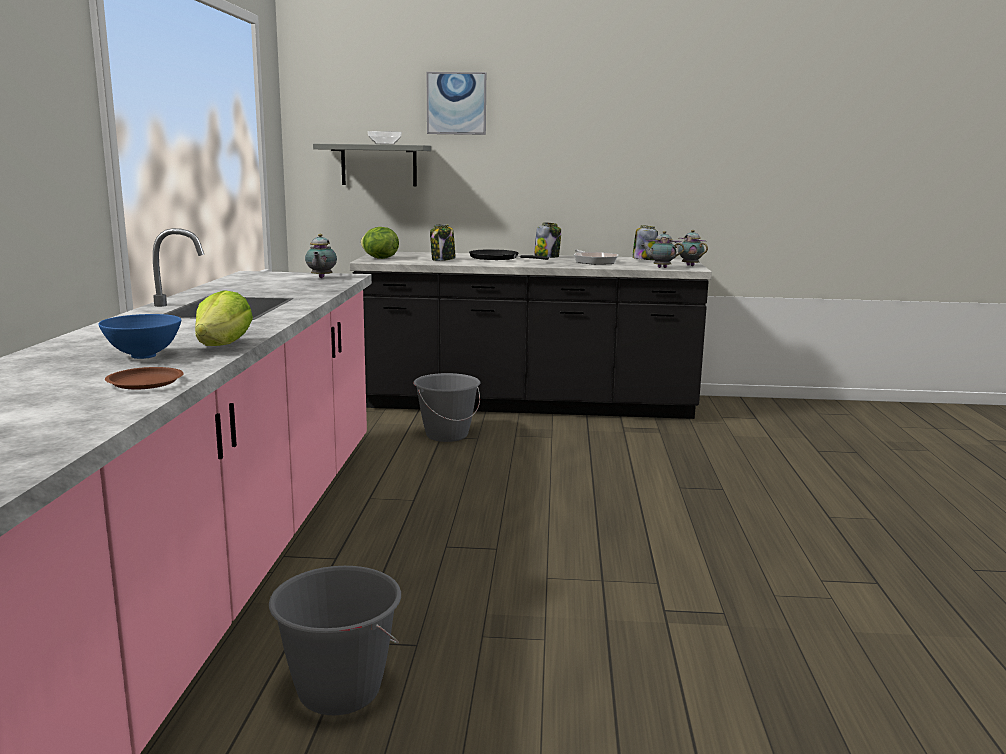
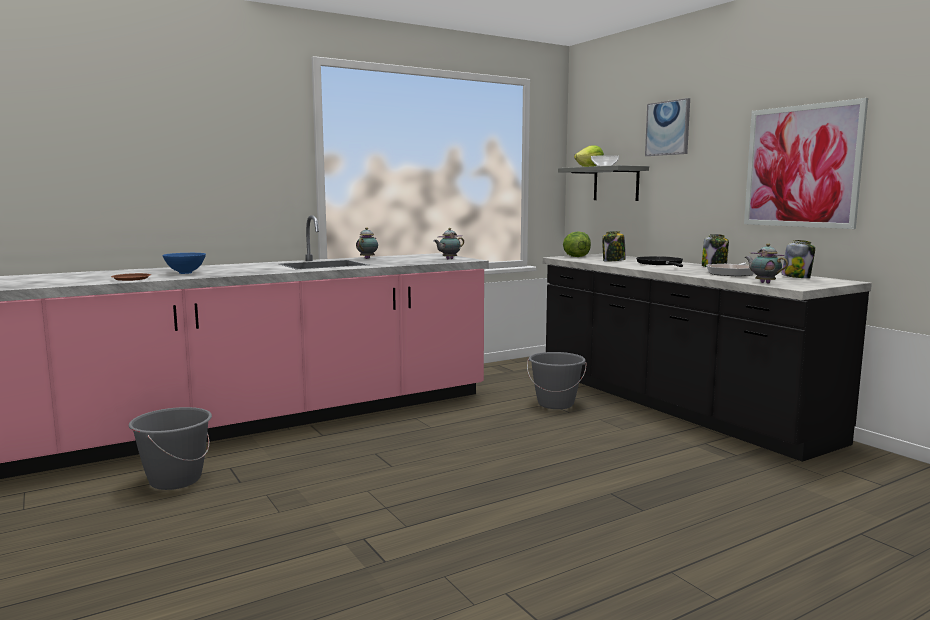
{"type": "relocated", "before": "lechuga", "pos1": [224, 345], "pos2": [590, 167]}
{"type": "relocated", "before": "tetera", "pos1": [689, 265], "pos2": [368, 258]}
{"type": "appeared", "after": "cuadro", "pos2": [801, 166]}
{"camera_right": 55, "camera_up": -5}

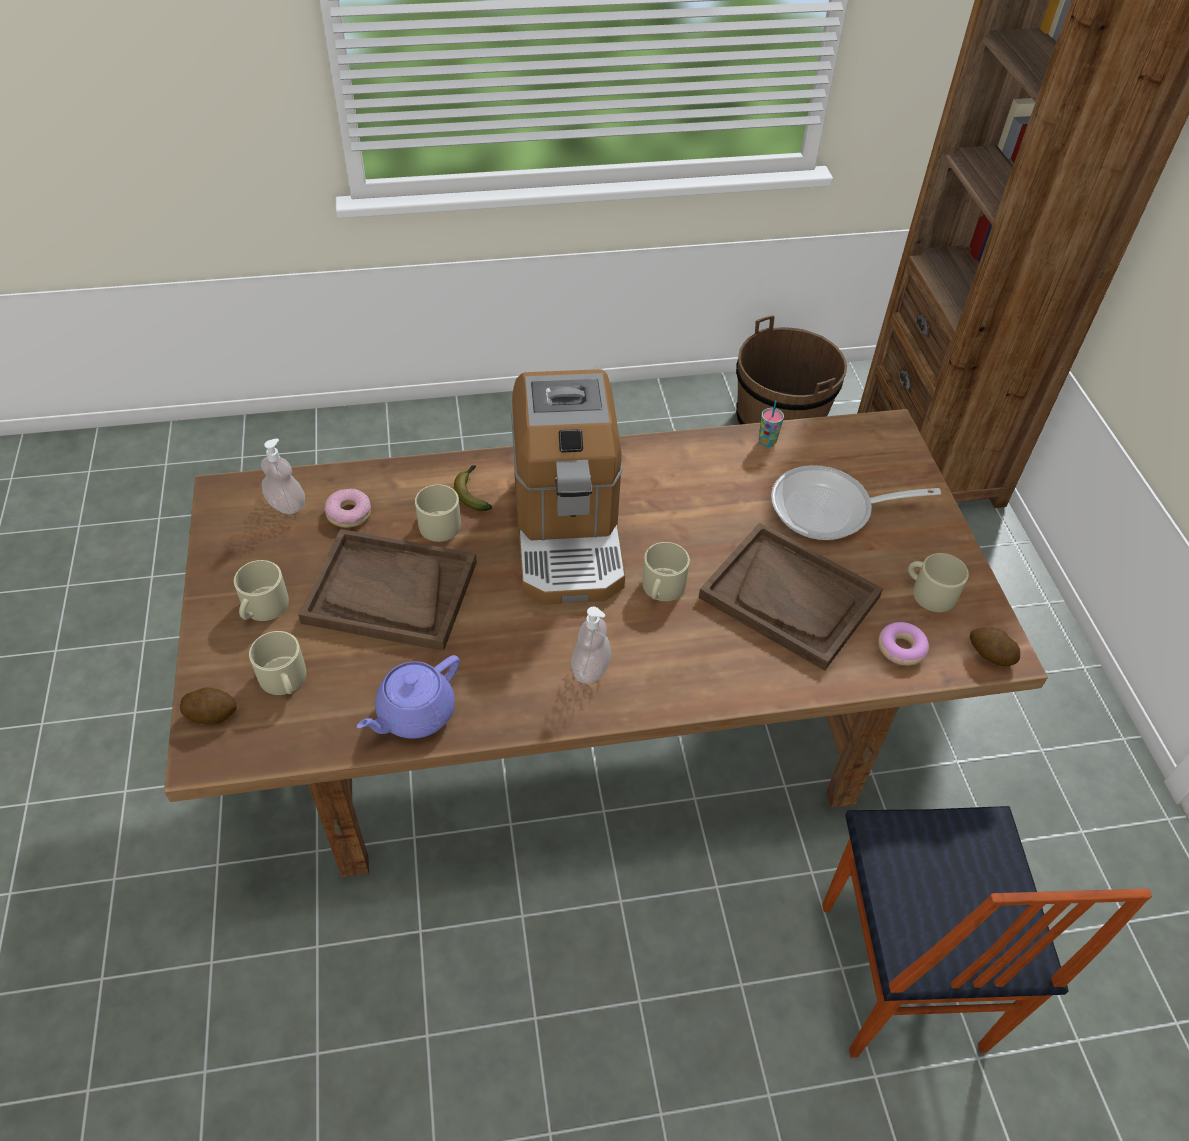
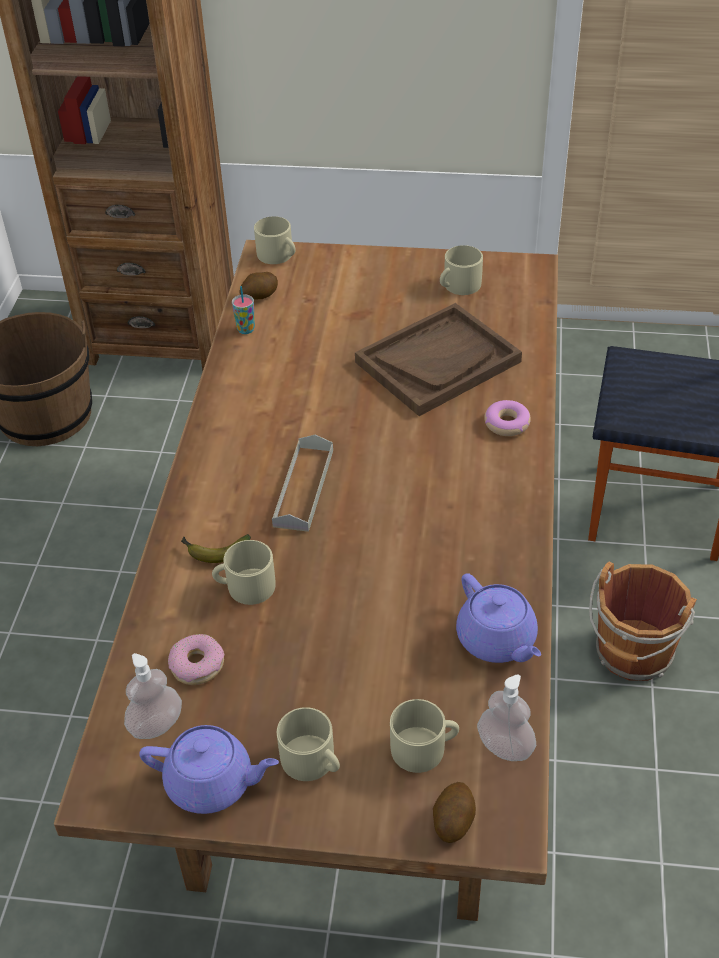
{"type": "missing", "before": "bandeja/marrón", "pos1": [390, 592]}
{"type": "exchanged", "before": "cafetera", "after": "bandeja/gris", "pos1": [567, 532], "pos2": [303, 487]}
{"type": "relocated", "before": "dispensador de jabón", "pos1": [590, 669], "pos2": [505, 747]}
{"type": "relocated", "before": "taza grande/beis", "pos1": [661, 588], "pos2": [278, 255]}
{"type": "missing", "before": "sartén", "pos1": [830, 510]}
{"type": "relocated", "before": "rosquilla", "pos1": [901, 648], "pos2": [507, 423]}
{"type": "relocated", "before": "patata", "pos1": [989, 655], "pos2": [259, 296]}
{"type": "appeared", "after": "tetera/morado", "pos2": [212, 783]}
{"type": "appeared", "after": "cubo/marrón", "pos2": [633, 654]}
{"camera_right": -70, "camera_up": -5}

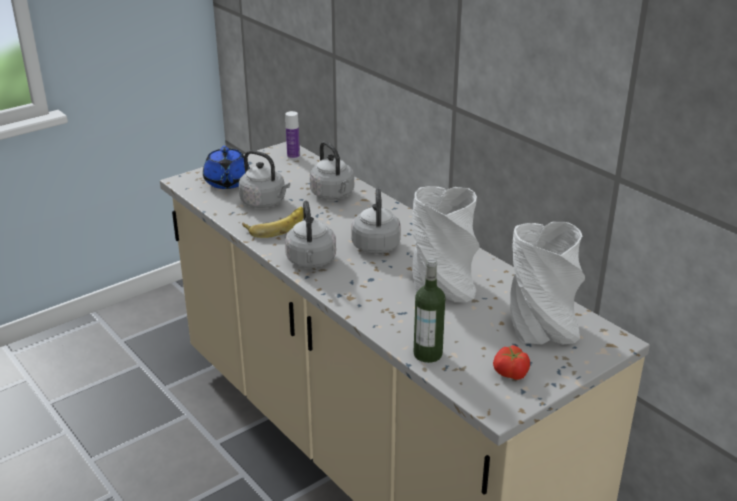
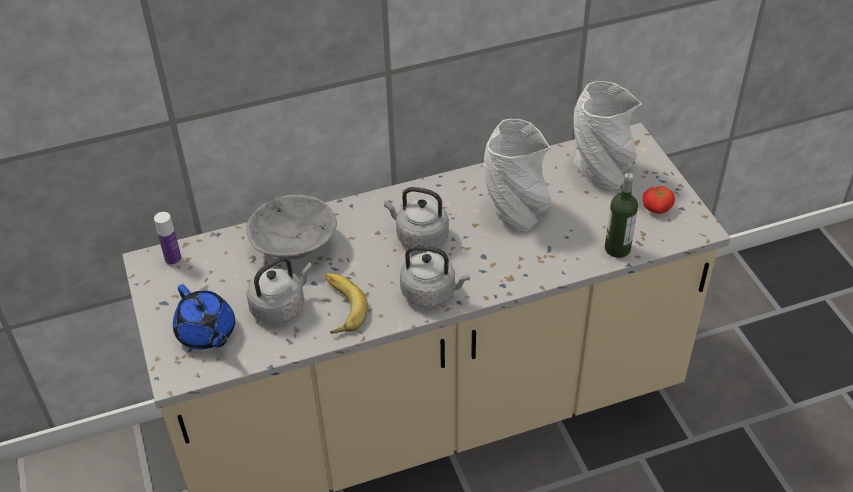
{"type": "spun", "before": "tetera/azul", "pos1": [227, 182], "pos2": [207, 333], "turn": 45}
{"type": "exchanged", "before": "hervidor/gris", "after": "cuenco/gris", "pos1": [333, 195], "pos2": [295, 245]}
{"camera_right": -70, "camera_up": 15}

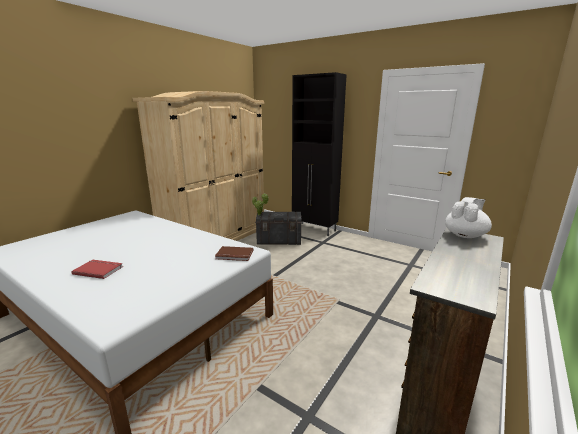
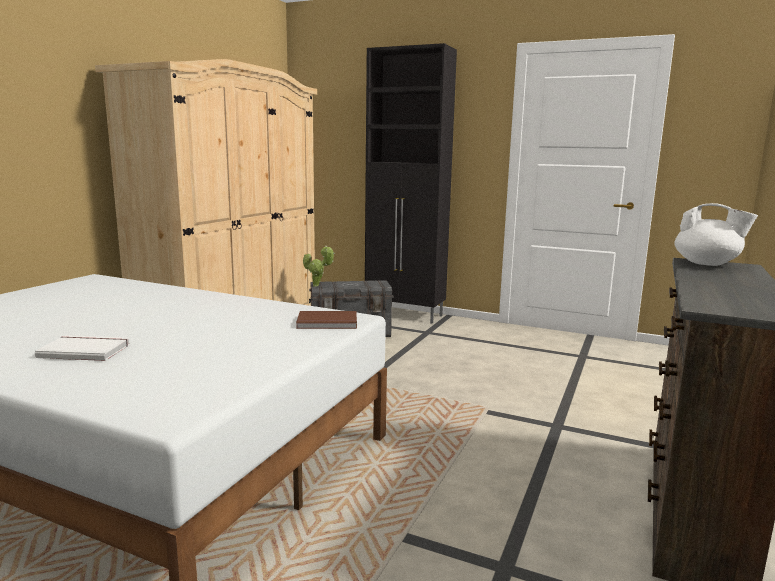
{"type": "colour", "before": "libro/rojo", "after": "libro/blanco", "pos1": [99, 270], "pos2": [85, 350]}
{"type": "spun", "before": "tetera/blanco", "pos1": [465, 235], "pos2": [707, 264], "turn": 90}
{"camera_right": -10, "camera_up": -5}

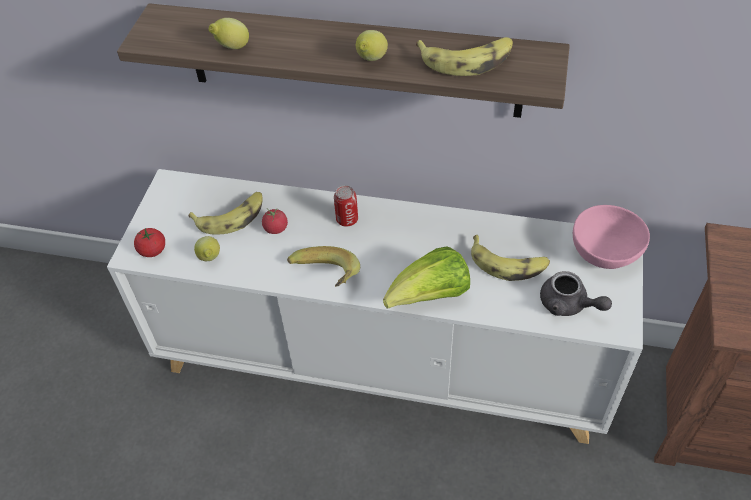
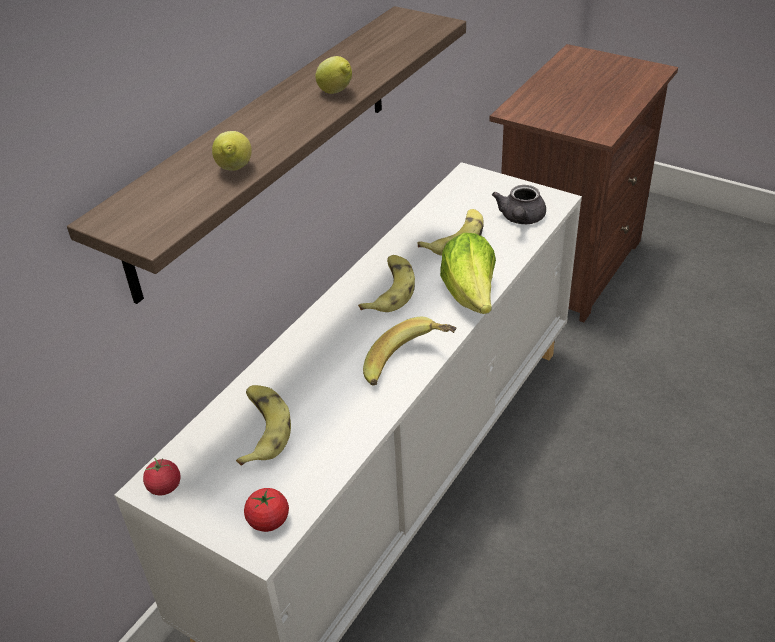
{"type": "missing", "before": "limón", "pos1": [210, 258]}
{"type": "relocated", "before": "tomate", "pos1": [276, 228], "pos2": [164, 487]}
{"type": "missing", "before": "lata", "pos1": [347, 219]}
{"type": "relocated", "before": "plátano", "pos1": [467, 60], "pos2": [390, 290]}
{"type": "spun", "before": "tetera/gris", "pos1": [568, 305], "pos2": [520, 219], "turn": 135}
{"type": "missing", "before": "cuenco/rosa", "pos1": [606, 254]}
{"camera_right": -70, "camera_up": -10}

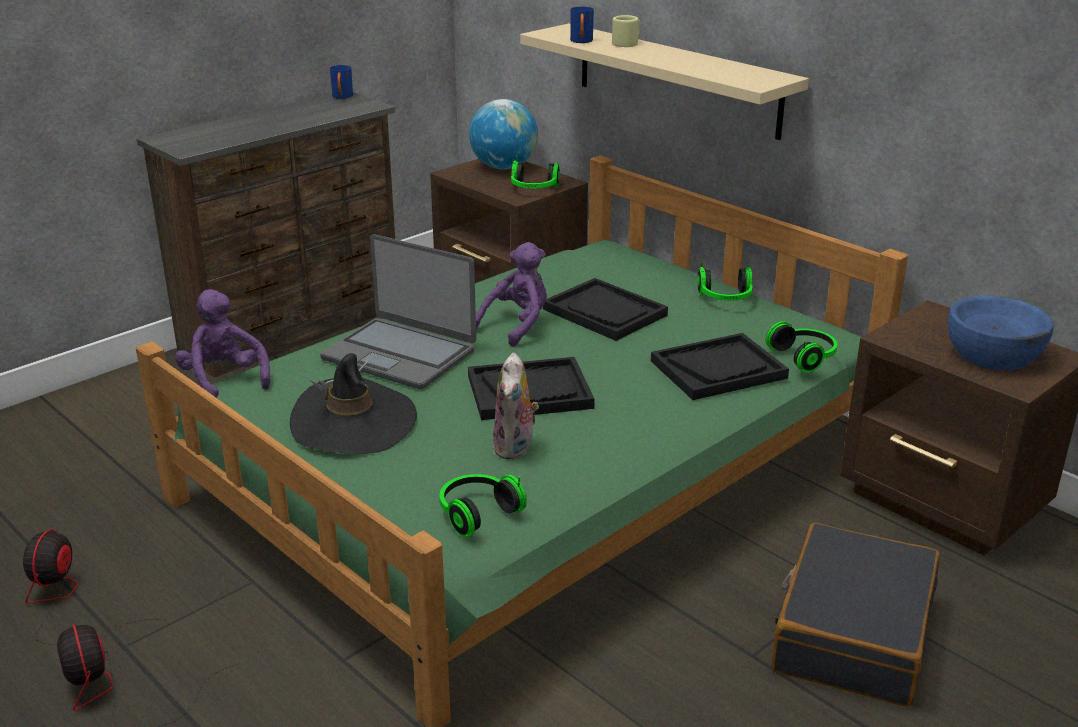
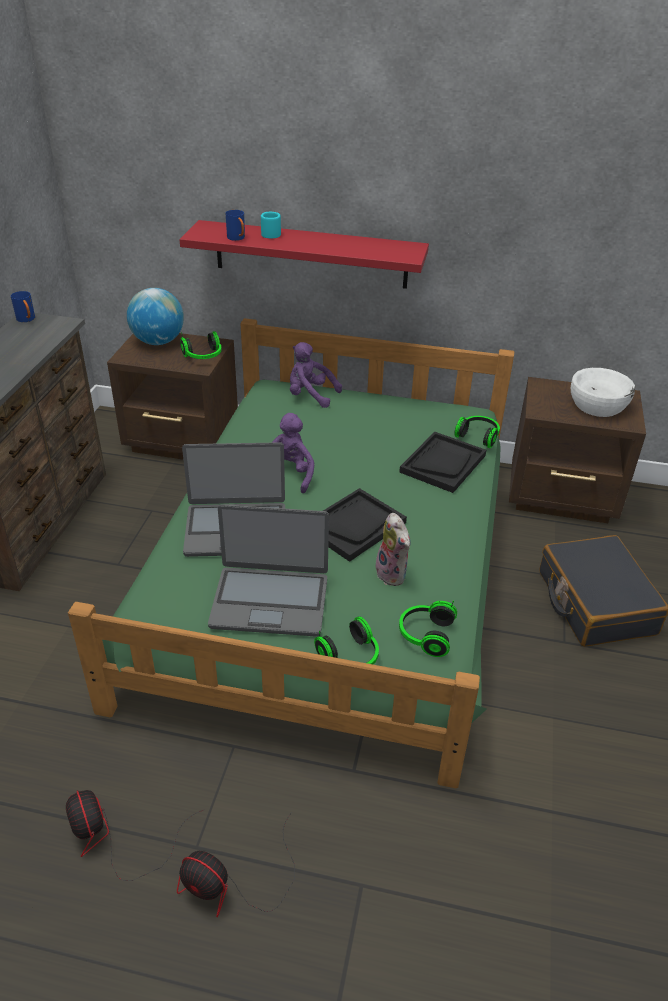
{"type": "relocated", "before": "peluche/morado", "pos1": [224, 380], "pos2": [310, 395]}
{"type": "exchanged", "before": "sombrero/negro", "after": "portátil", "pos1": [353, 423], "pos2": [270, 601]}
{"type": "colour", "before": "estante/beis", "after": "estante/rojo", "pos1": [676, 80], "pos2": [311, 254]}
{"type": "missing", "before": "bandeja/negro", "pos1": [605, 312]}
{"type": "colour", "before": "taza grande/beis", "after": "taza grande/turquesa", "pos1": [627, 43], "pos2": [271, 233]}
{"type": "relocated", "before": "auriculares", "pos1": [725, 299], "pos2": [350, 658]}
{"type": "colour", "before": "cuenco/azul", "after": "cuenco/blanco", "pos1": [993, 353], "pos2": [597, 405]}
{"camera_right": -35, "camera_up": 10}

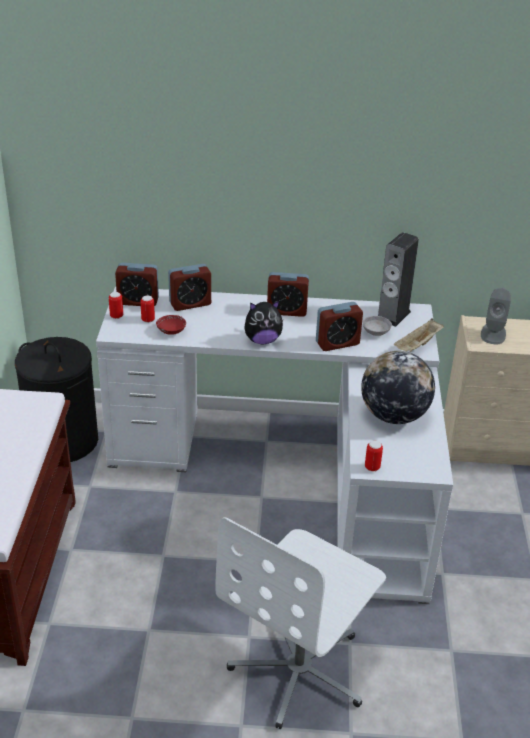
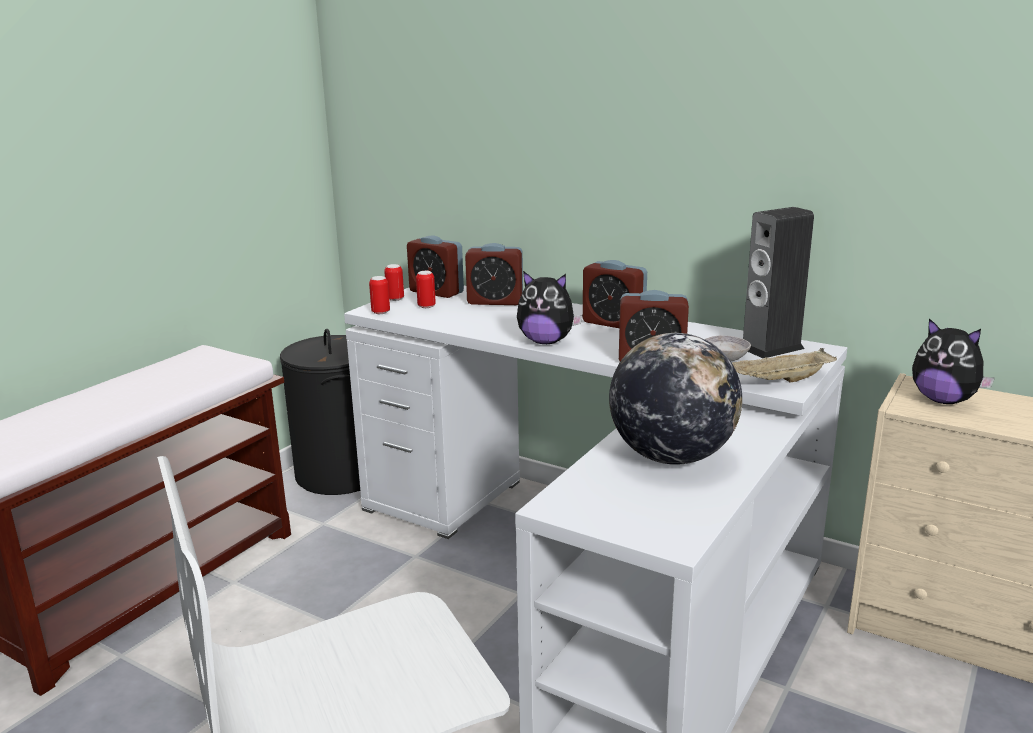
{"type": "missing", "before": "cuenco/rojo", "pos1": [171, 331]}
{"type": "relocated", "before": "lata", "pos1": [372, 467], "pos2": [380, 312]}
{"type": "exchanged", "before": "altavoz/gris", "after": "peluche", "pos1": [493, 334], "pos2": [944, 400]}
{"camera_right": 30, "camera_up": -15}

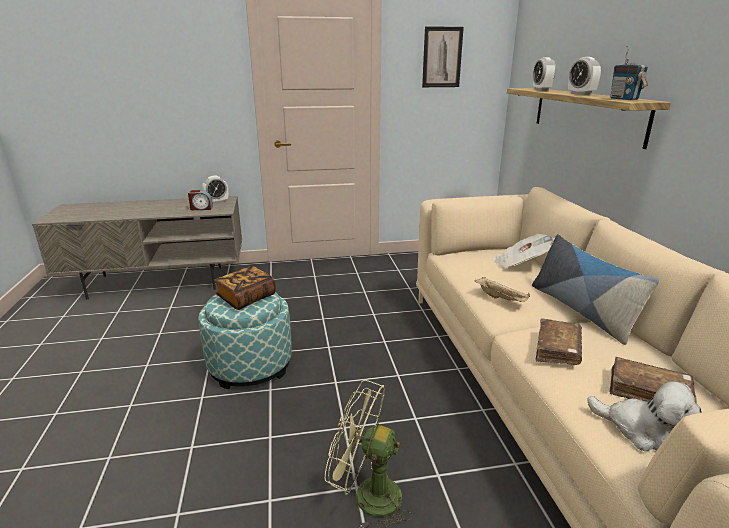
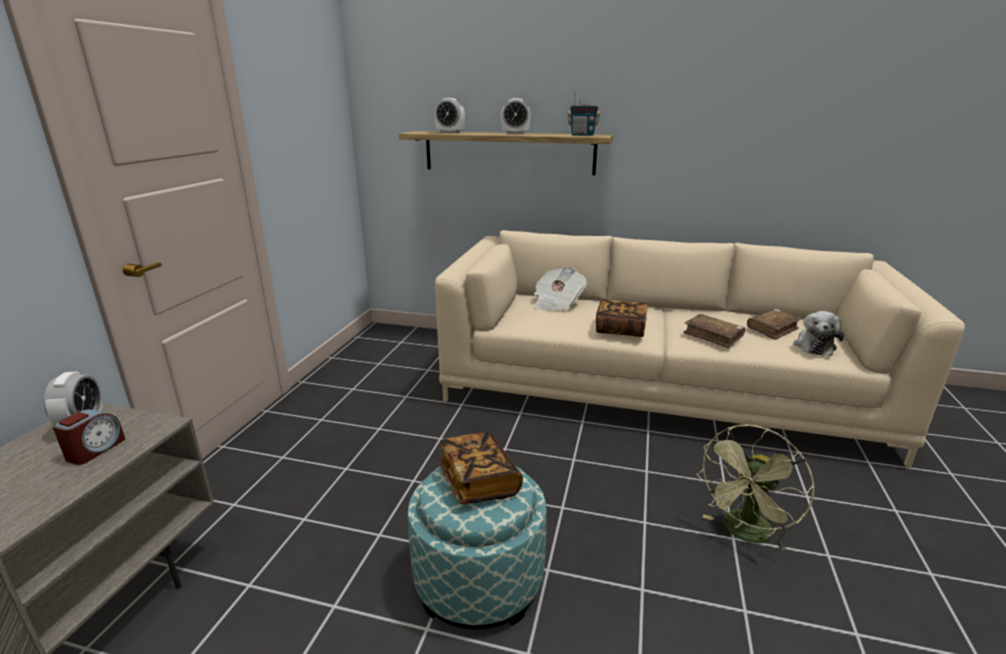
{"type": "missing", "before": "cuadro", "pos1": [442, 57]}
{"type": "exchanged", "before": "bandeja/beis", "after": "libro", "pos1": [501, 298], "pos2": [620, 329]}
{"type": "missing", "before": "cojín", "pos1": [581, 310]}
{"type": "spun", "before": "peluche", "pos1": [641, 430], "pos2": [814, 345], "turn": 135}
{"camera_right": -65, "camera_up": 0}

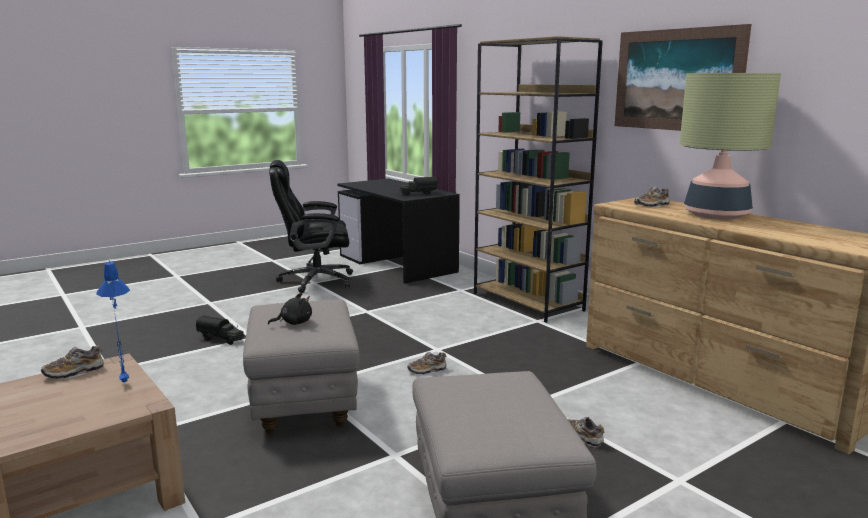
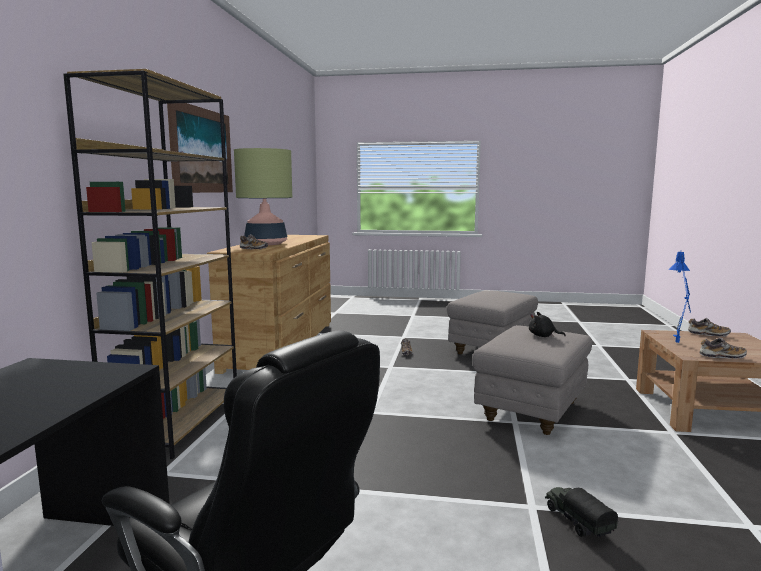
{"type": "missing", "before": "camión de juguete", "pos1": [418, 194]}
{"type": "relocated", "before": "zapato", "pos1": [427, 370], "pos2": [708, 334]}
{"camera_right": -135, "camera_up": -5}

